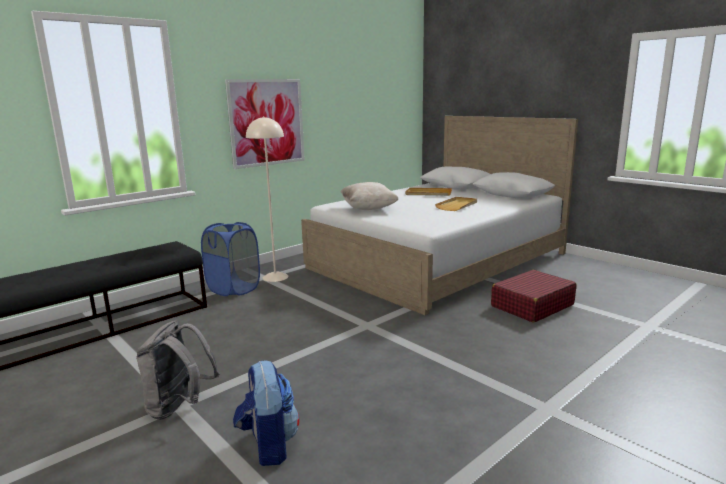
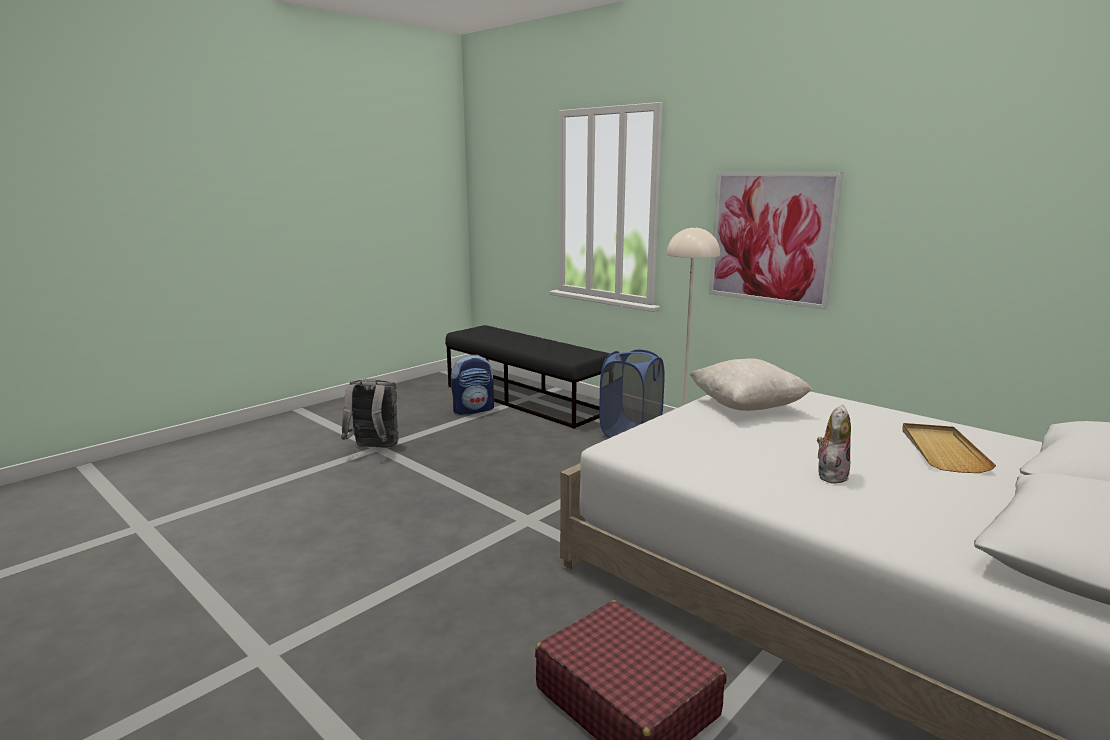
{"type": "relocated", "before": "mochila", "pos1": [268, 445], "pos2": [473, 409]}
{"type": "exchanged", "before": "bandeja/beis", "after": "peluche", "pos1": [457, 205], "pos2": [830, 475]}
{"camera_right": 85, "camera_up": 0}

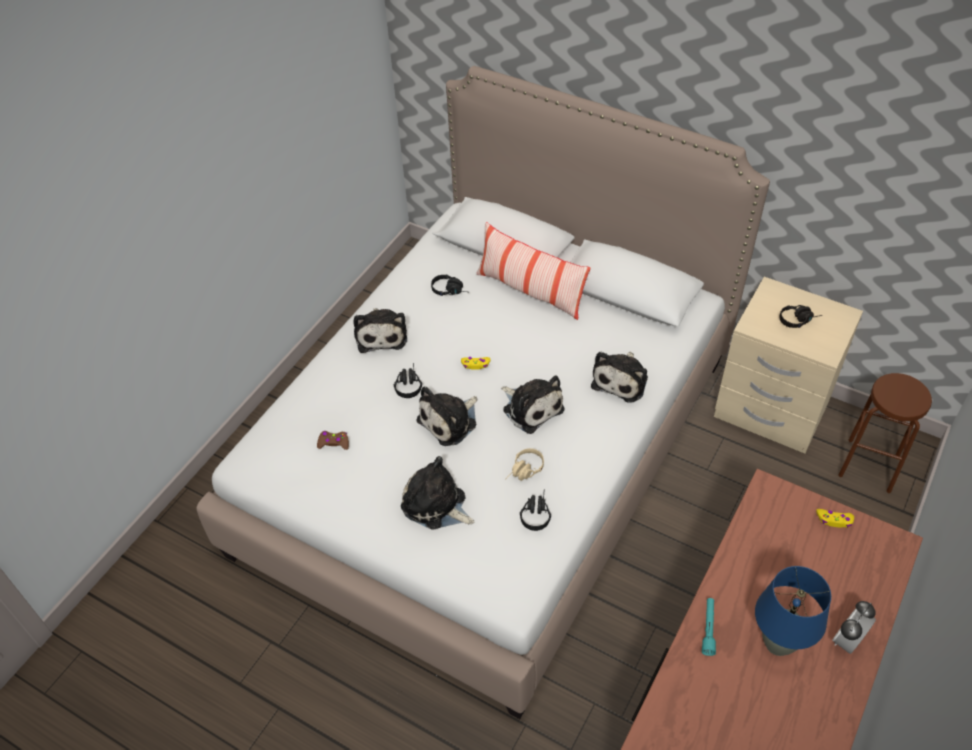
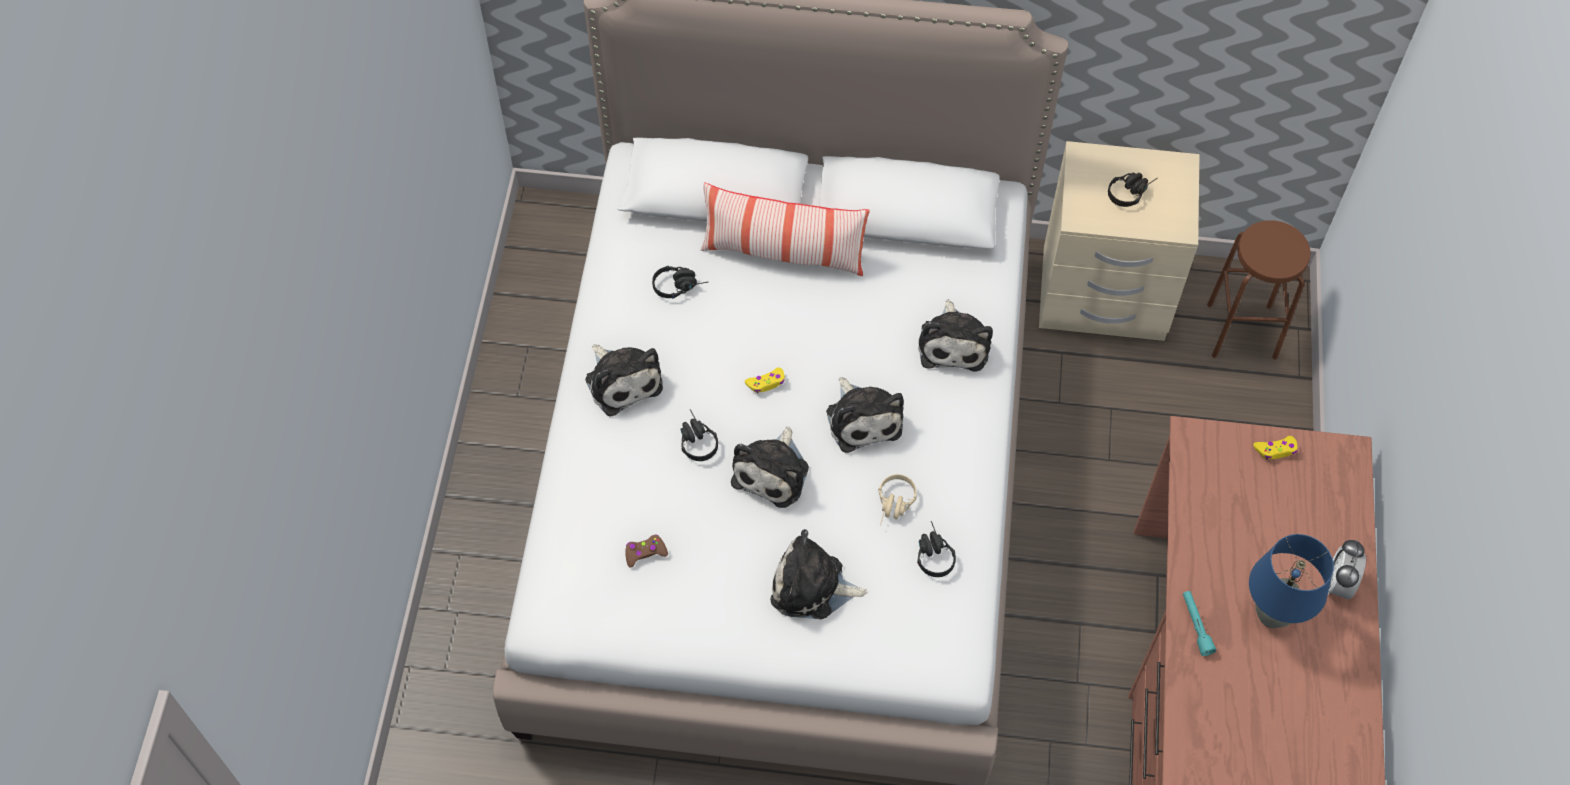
{"type": "spun", "before": "peluche", "pos1": [531, 408], "pos2": [863, 418], "turn": 45}
{"camera_right": -25, "camera_up": 10}

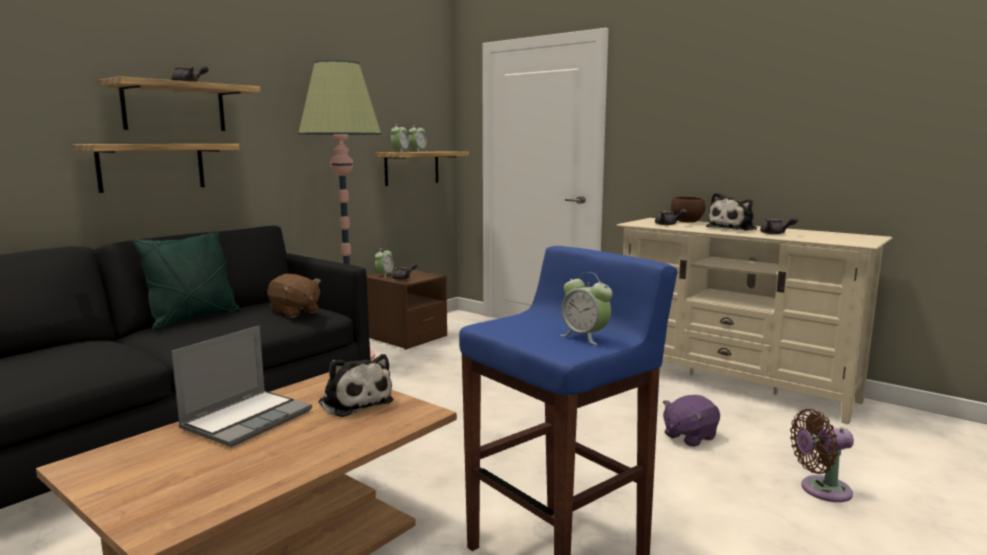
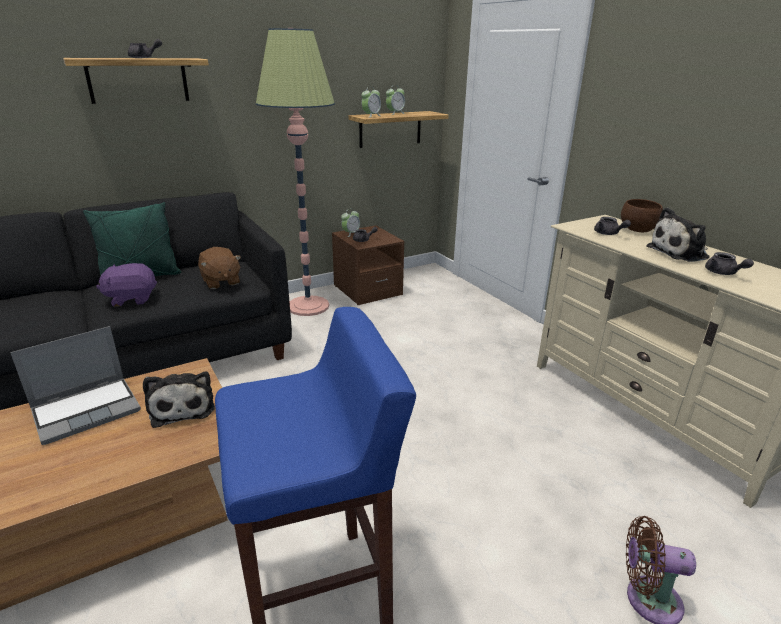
{"type": "missing", "before": "estante", "pos1": [152, 167]}
{"type": "missing", "before": "despertador", "pos1": [585, 337]}
{"type": "relocated", "before": "peluche/morado", "pos1": [689, 436], "pos2": [132, 299]}
{"camera_right": 20, "camera_up": 15}

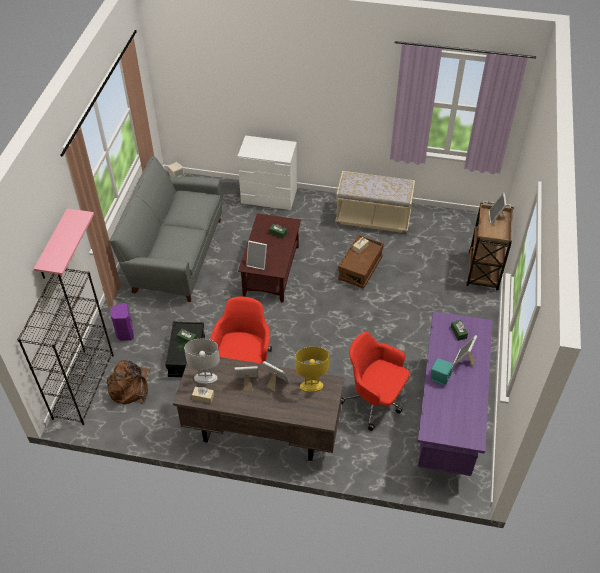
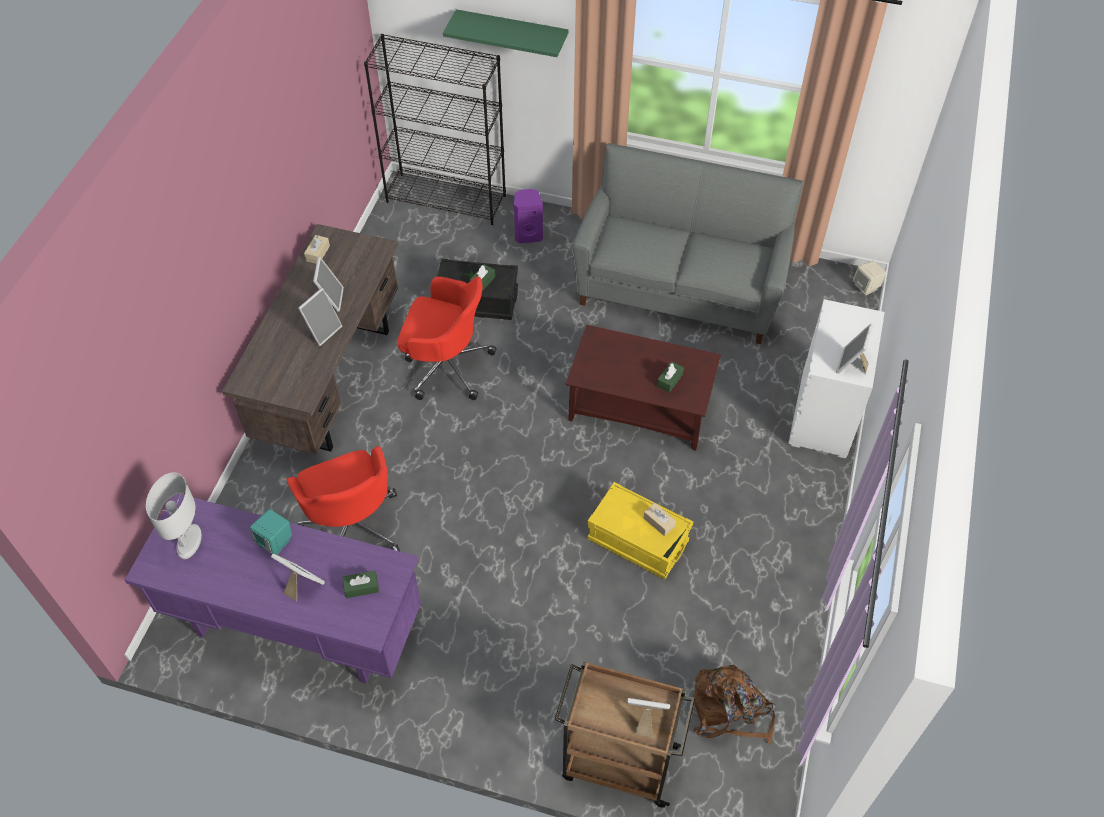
{"type": "colour", "before": "estante/rosa", "after": "estante/verde", "pos1": [53, 246], "pos2": [512, 33]}
{"type": "relocated", "before": "mochila/marrón", "pos1": [130, 387], "pos2": [729, 710]}
{"type": "relocated", "before": "lámpara de mesa/blanco", "pos1": [206, 378], "pos2": [189, 542]}
{"type": "relocated", "before": "portarretratos", "pos1": [257, 263], "pos2": [851, 364]}
{"type": "missing", "before": "lámpara de mesa/amarillo", "pos1": [311, 387]}
{"type": "missing", "before": "banco/beis", "pos1": [373, 218]}
{"type": "colour", "before": "caja de almacenaje/marrón", "after": "caja de almacenaje/amarillo", "pos1": [360, 268], "pos2": [638, 541]}
{"type": "spun", "before": "silla de oficina/rojo", "pos1": [374, 400], "pos2": [353, 527], "turn": 120}
{"camera_right": 95, "camera_up": 5}

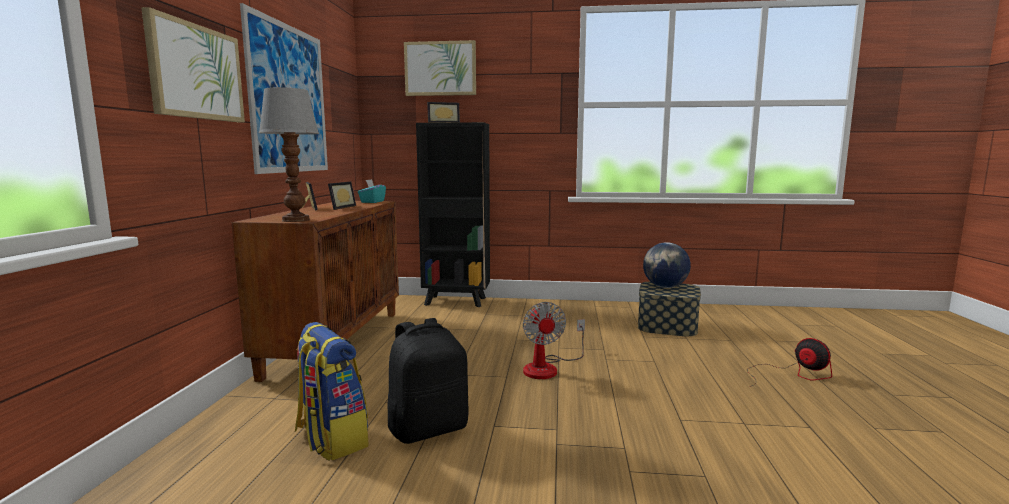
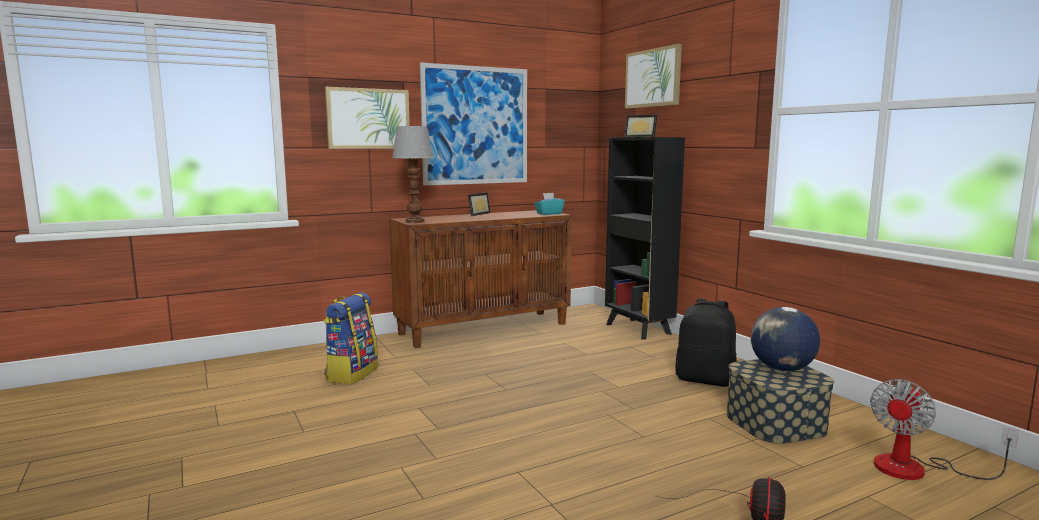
{"type": "missing", "before": "portarretratos", "pos1": [339, 207]}
{"type": "relocated", "before": "mochila/negro", "pos1": [429, 428], "pos2": [705, 380]}
{"type": "relocated", "before": "ventilador", "pos1": [548, 368], "pos2": [917, 469]}
{"camera_right": 55, "camera_up": 0}

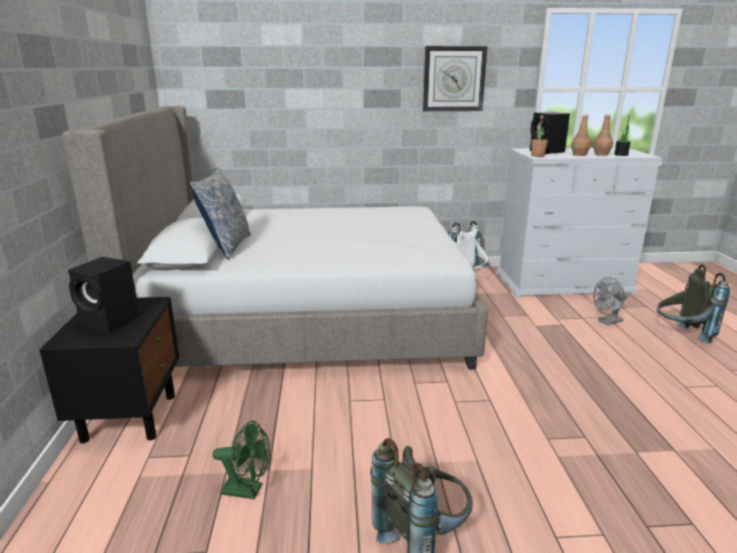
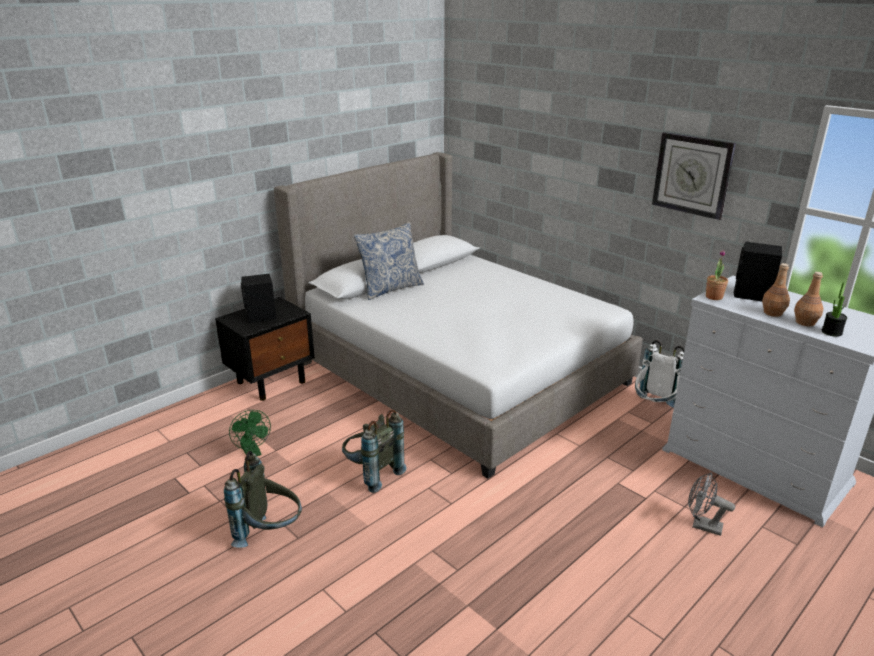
{"type": "relocated", "before": "mochila/gris", "pos1": [681, 336], "pos2": [371, 474]}
{"camera_right": 50, "camera_up": 5}

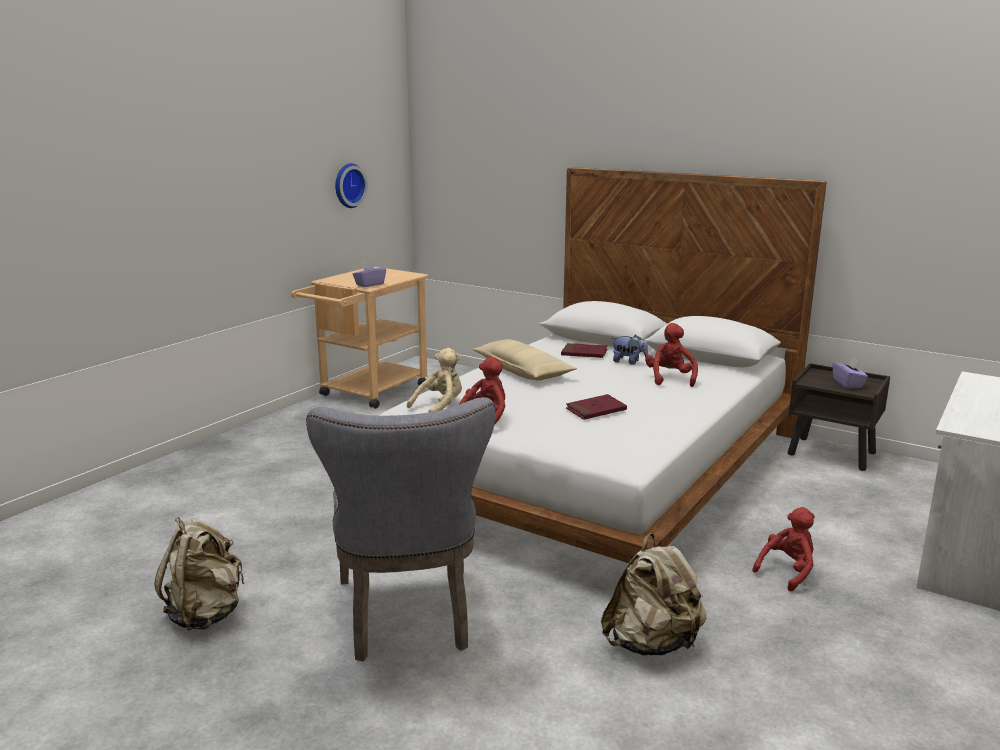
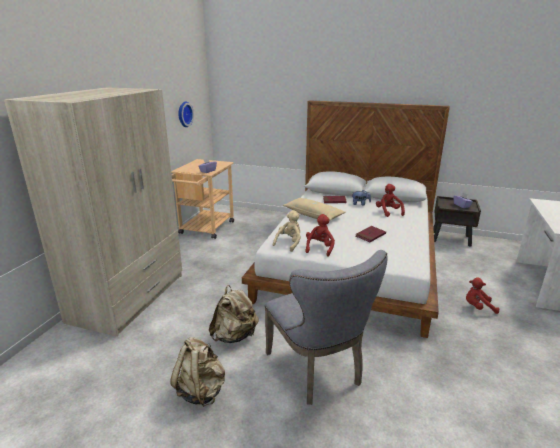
{"type": "relocated", "before": "mochila/beis", "pos1": [652, 644], "pos2": [234, 336]}
{"type": "spun", "before": "peluche/rojo", "pos1": [787, 571], "pos2": [478, 307], "turn": -120}
{"type": "appeared", "after": "armario ropero/beis", "pos2": [129, 297]}
{"camera_right": -15, "camera_up": 5}

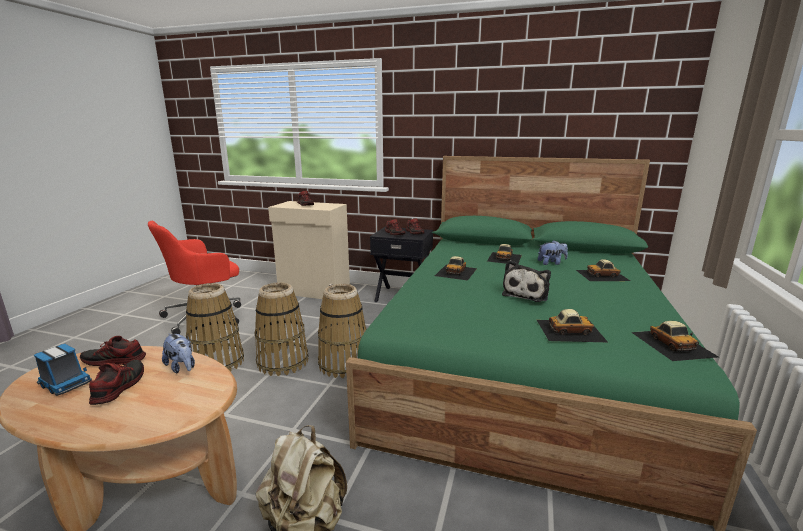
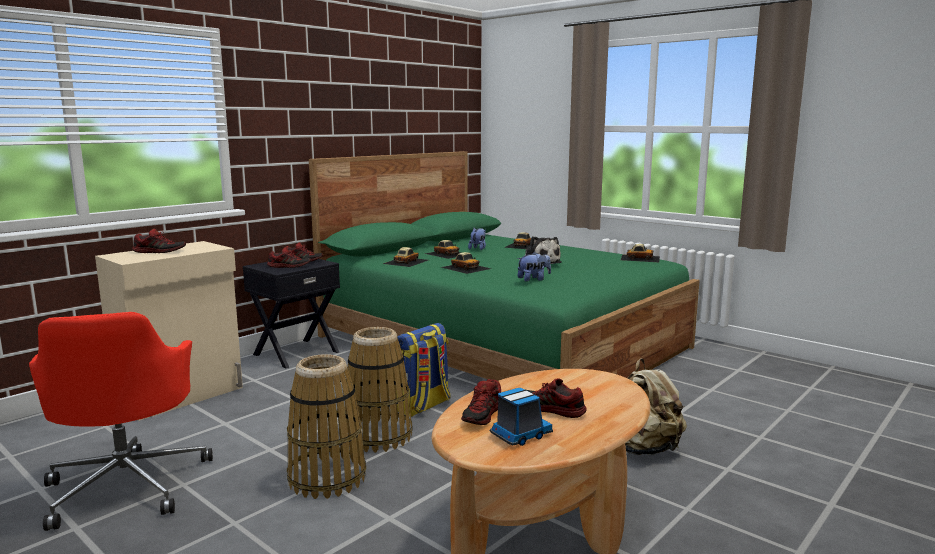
{"type": "relocated", "before": "peluche", "pos1": [182, 367], "pos2": [533, 279]}
{"type": "exchanged", "before": "cesta", "after": "mochila", "pos1": [343, 364], "pos2": [422, 406]}
{"type": "relocated", "before": "coche de juguete", "pos1": [569, 330], "pos2": [405, 261]}
{"camera_right": -65, "camera_up": -5}

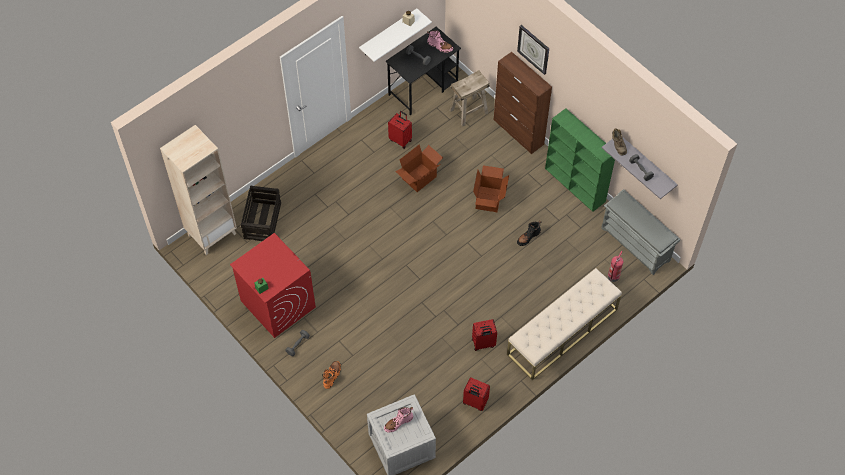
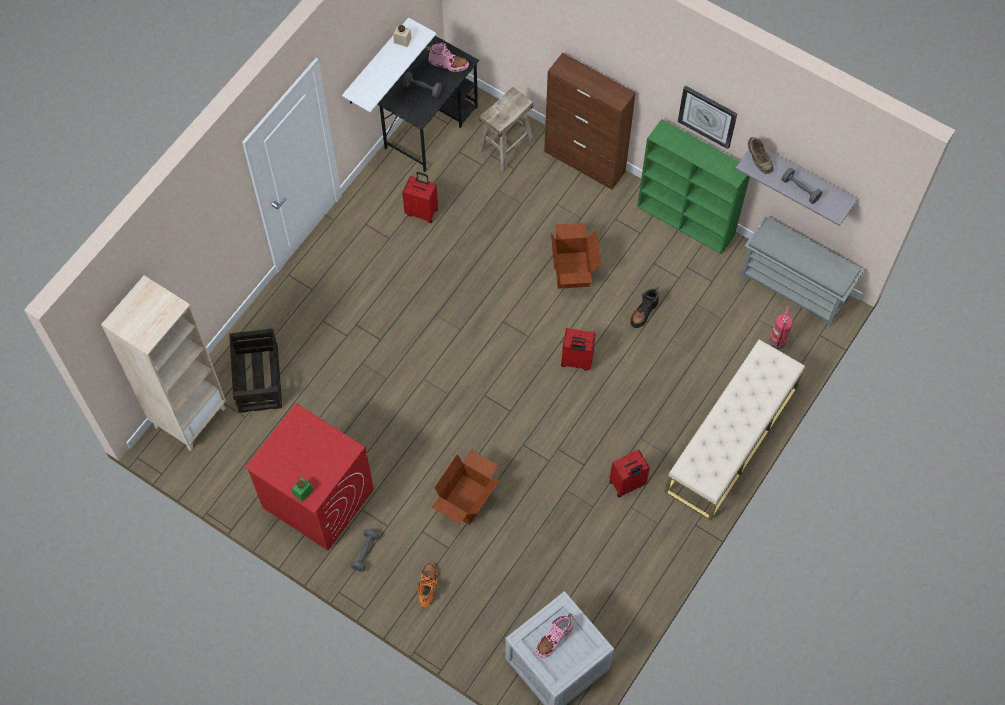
{"type": "relocated", "before": "caja de cartón", "pos1": [419, 178], "pos2": [466, 500]}
{"type": "relocated", "before": "maleta/rojo", "pos1": [475, 402], "pos2": [576, 361]}
{"type": "relocated", "before": "reloj de pared", "pos1": [533, 49], "pos2": [707, 116]}
{"camera_right": -15, "camera_up": 5}

